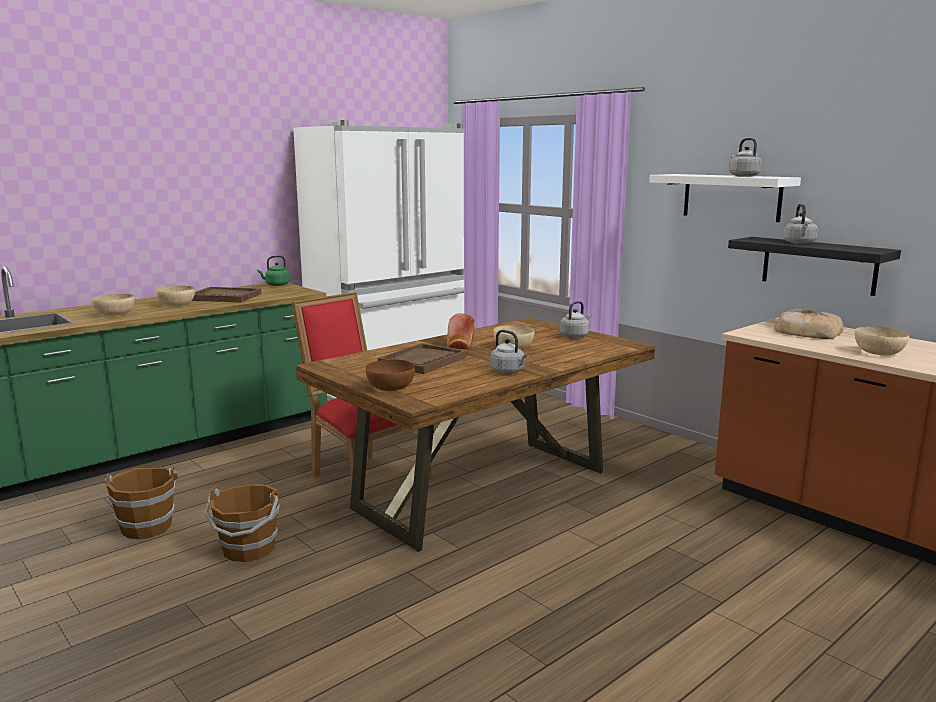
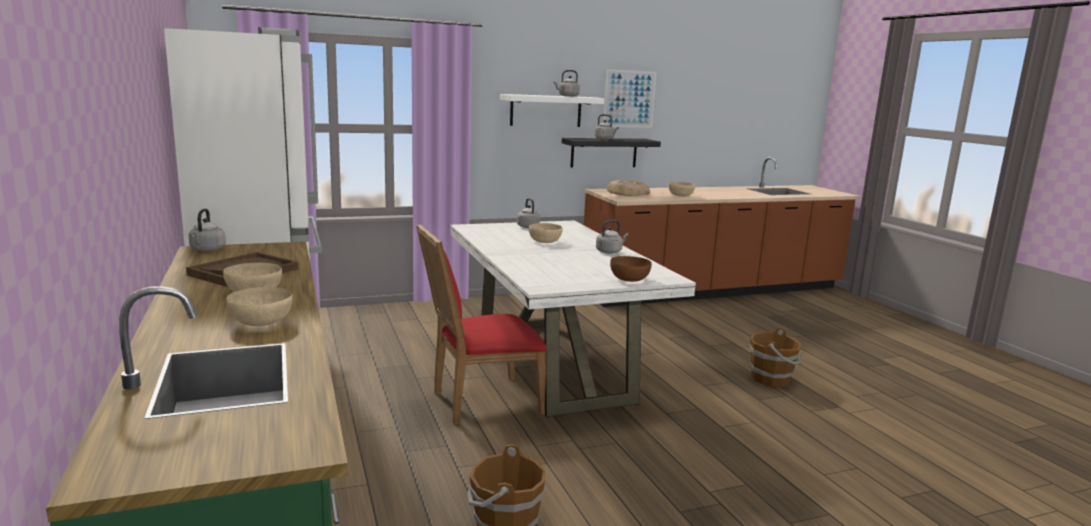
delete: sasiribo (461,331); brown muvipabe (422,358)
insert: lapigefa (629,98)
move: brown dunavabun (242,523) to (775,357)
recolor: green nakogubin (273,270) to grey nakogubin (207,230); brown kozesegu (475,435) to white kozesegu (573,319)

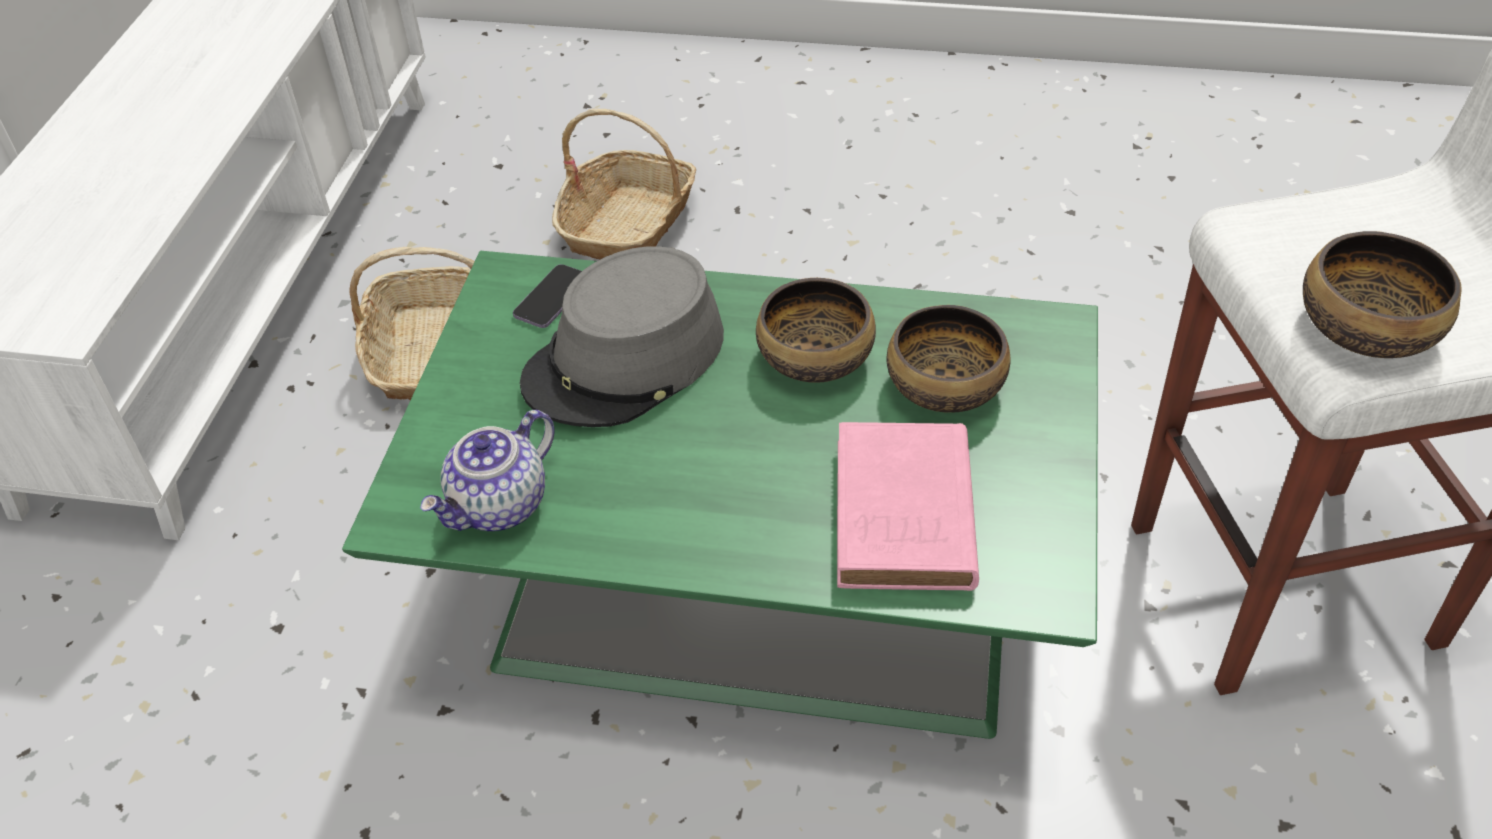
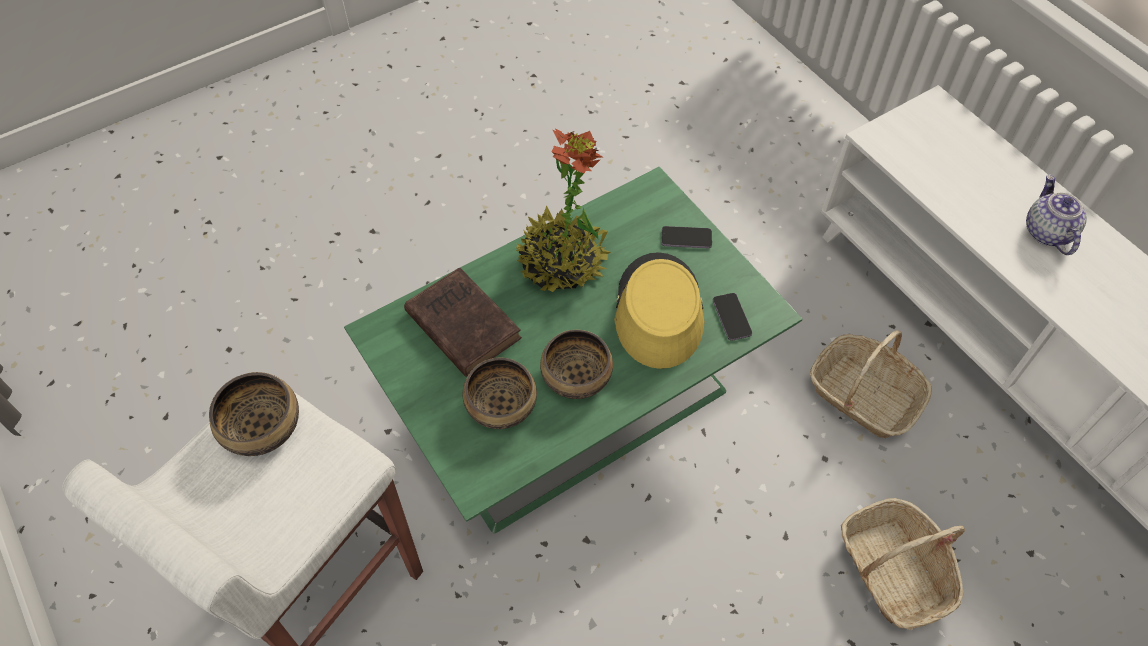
insert: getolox (563,210); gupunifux (686,237)
move: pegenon (487,470) to (1056,215)
recolor: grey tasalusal (622,336) to yellow tasalusal (659,310); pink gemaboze (908,506) to brown gemaboze (463,322)

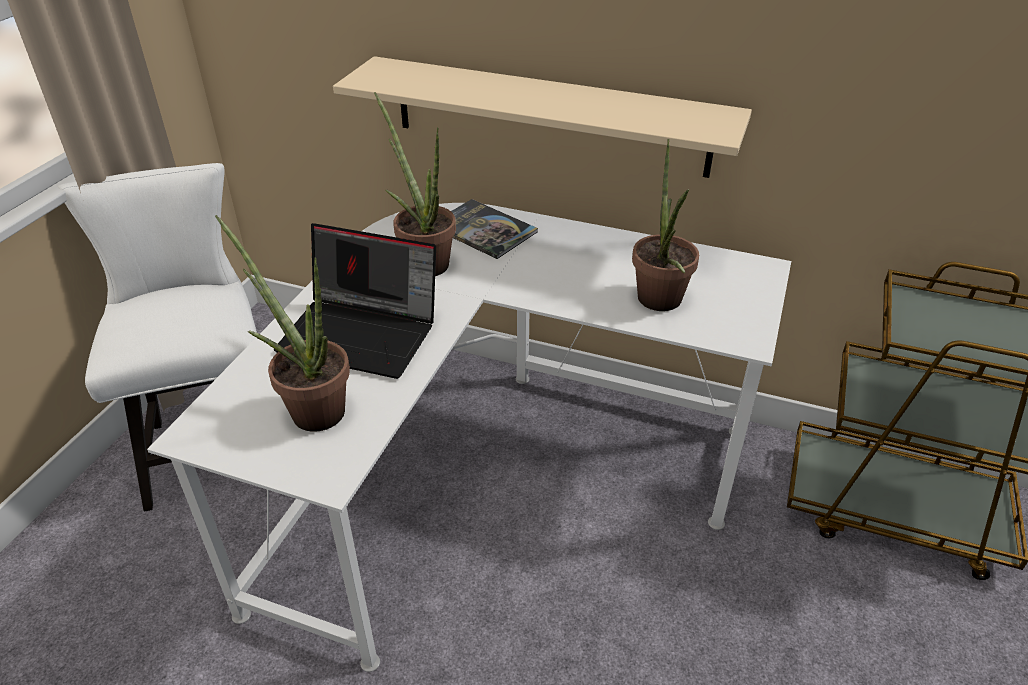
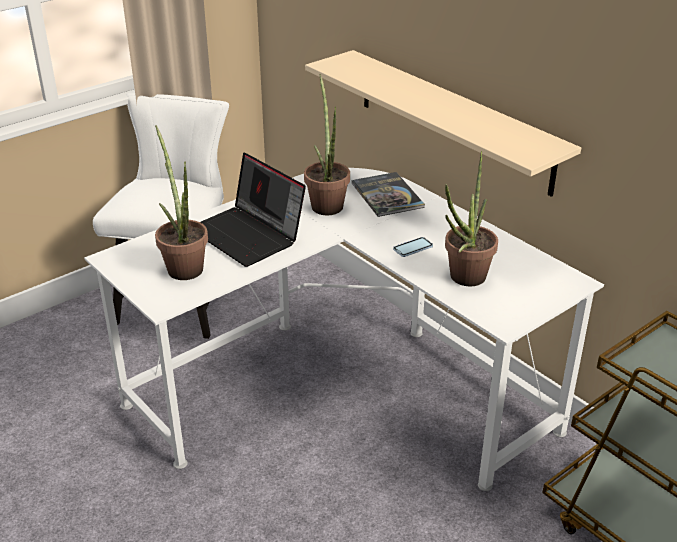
insert: gupunifux (413,247)

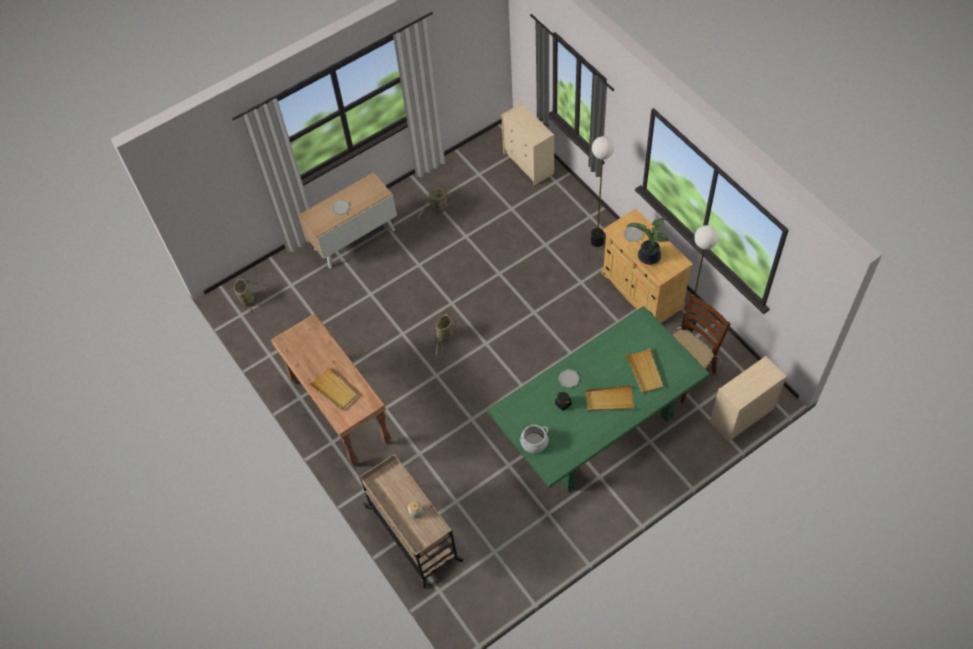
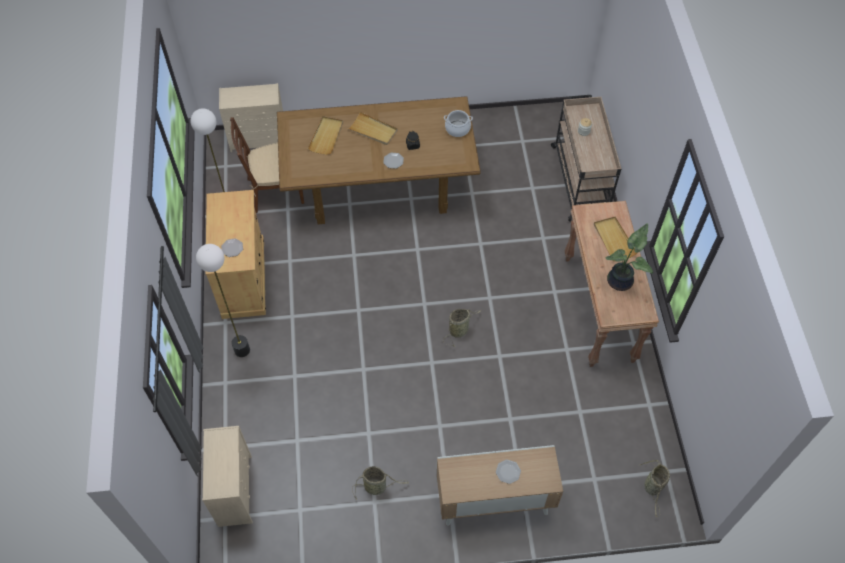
move: getolox (648,241) to (629,257)
recolor: green kozesegu (598,399) to brown kozesegu (379,160)

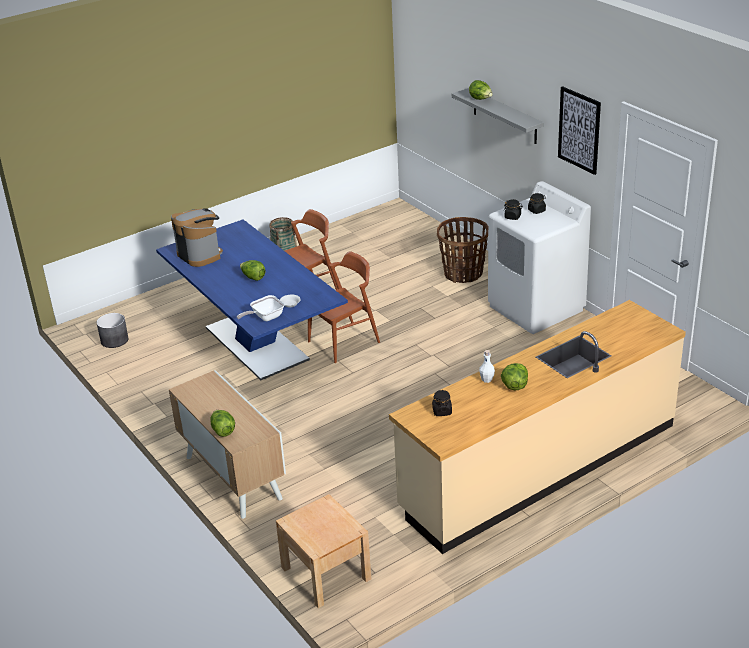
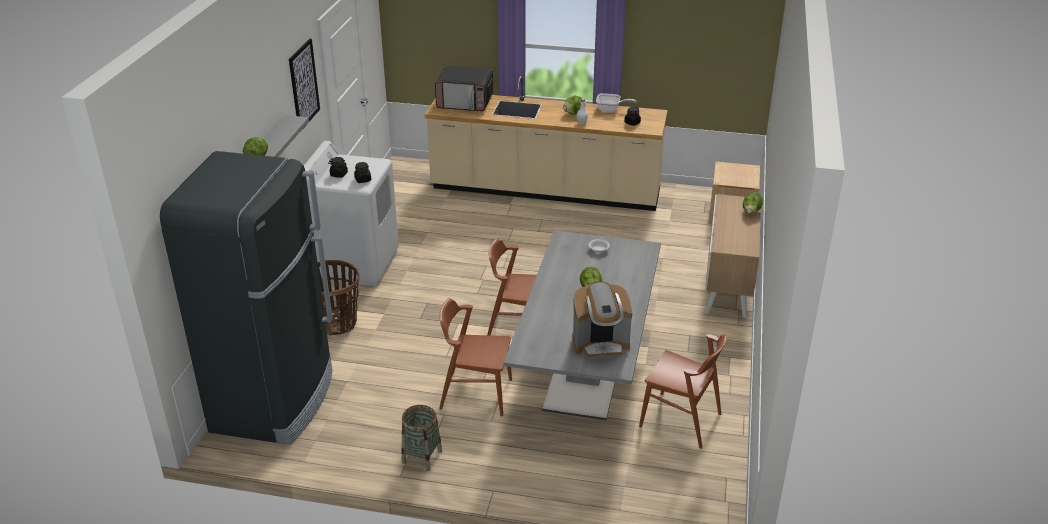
delete: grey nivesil (112,330)
insert: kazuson (464,88); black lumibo (246,298); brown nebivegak (683,391)
move: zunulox (261,308) to (616,102)
recolor: blue kozesegu (252,299) to grey kozesegu (582,325)
rotate: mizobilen (197,237) = (602,320) 105 degrees counterclockwise

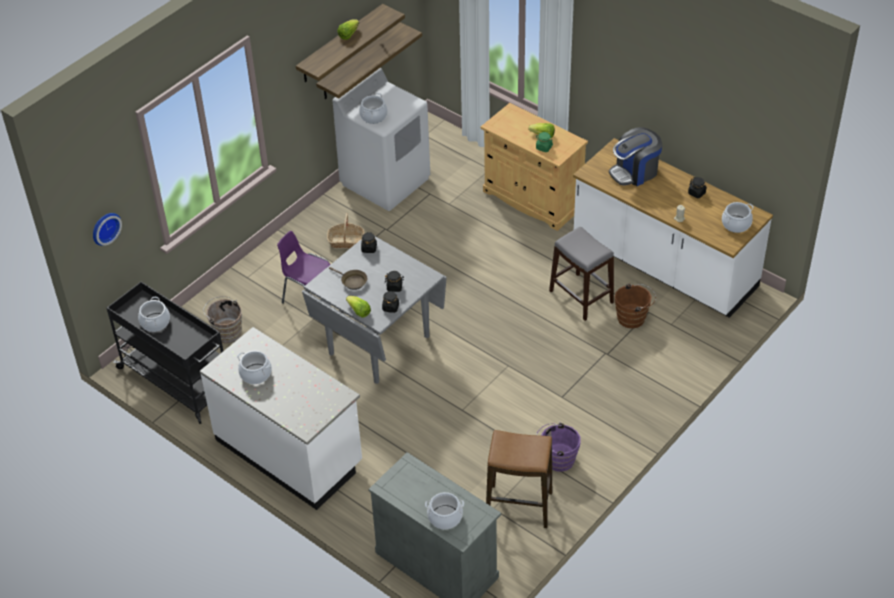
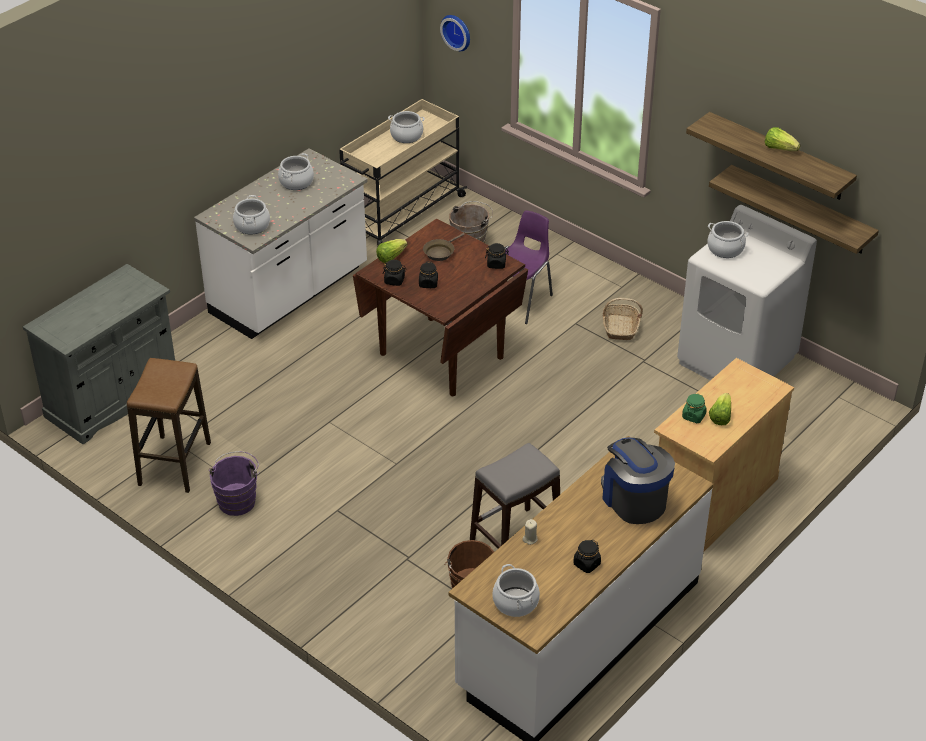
move: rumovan (444,510) to (251,215)
recolor: grey kozesegu (374,310) to brown kozesegu (440,307); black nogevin (165,353) to beige nogevin (403,172)

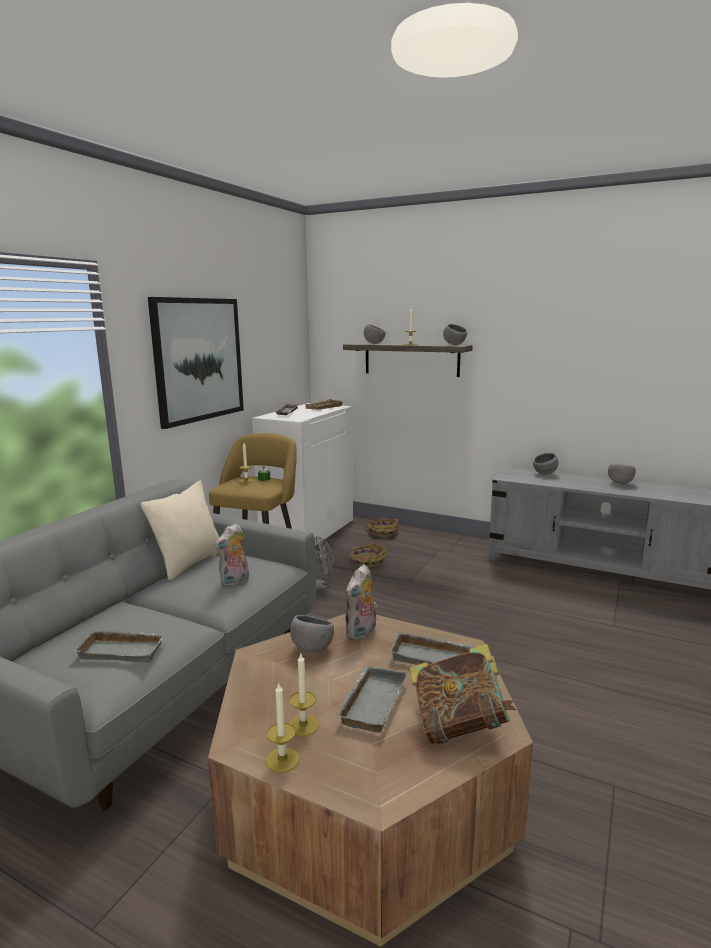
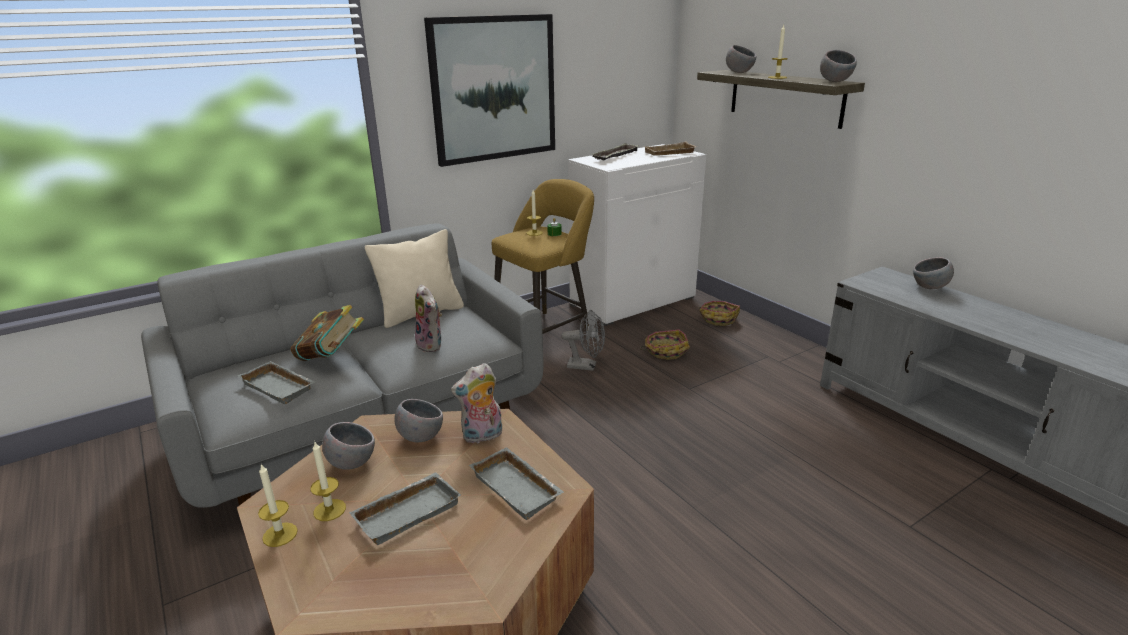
move: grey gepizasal (622,473) to (348,446); gemaboze (463,694) to (327,333)
rotate: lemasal (231,555) = (428,318) 105 degrees counterclockwise

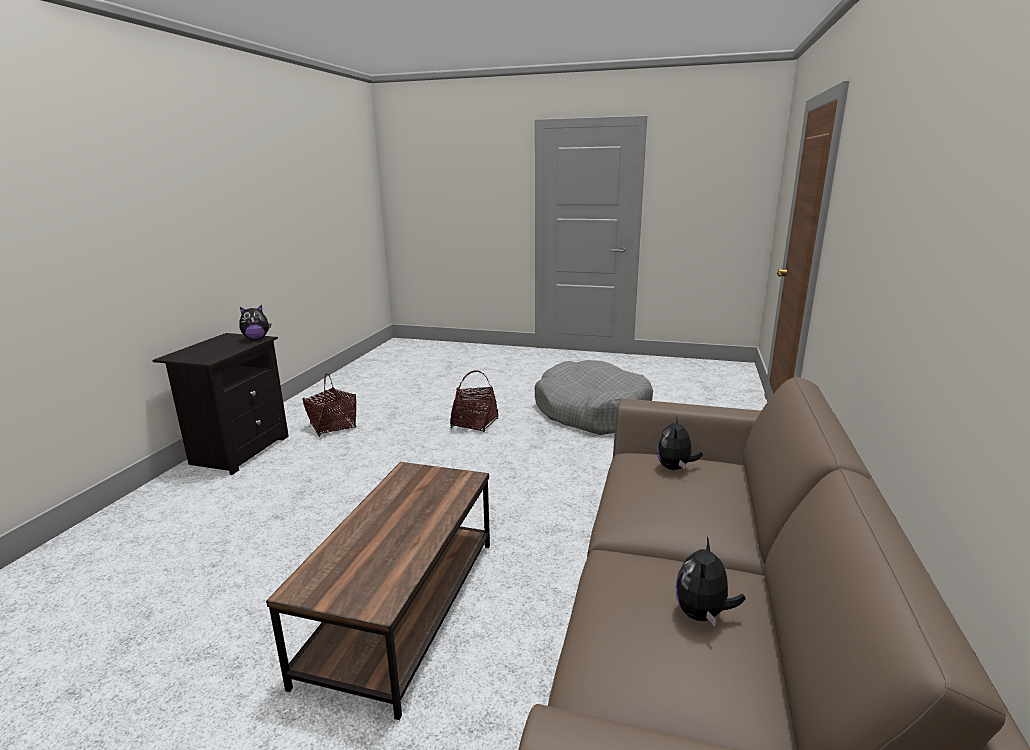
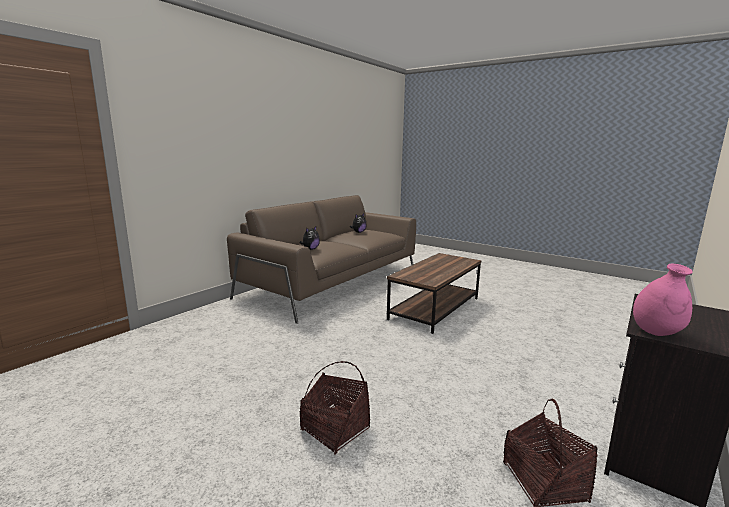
delete: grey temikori (594,397)
replace: lemasal (255,322) to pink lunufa (663,299)

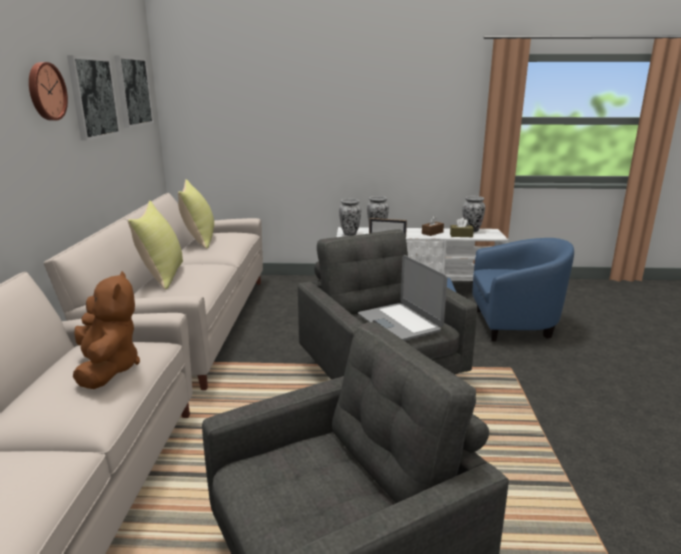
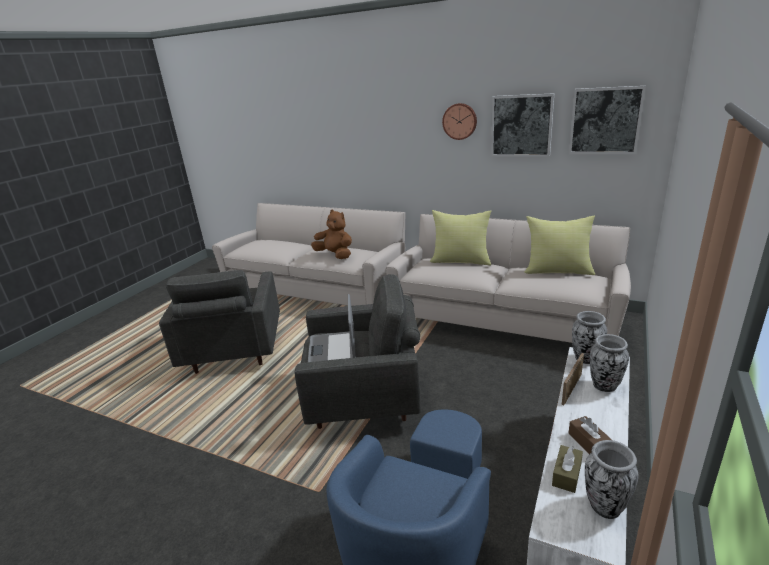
rotate: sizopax (402,298) = (332,328) 90 degrees counterclockwise; brown lemasal (106,330) = (331,234) 150 degrees counterclockwise

